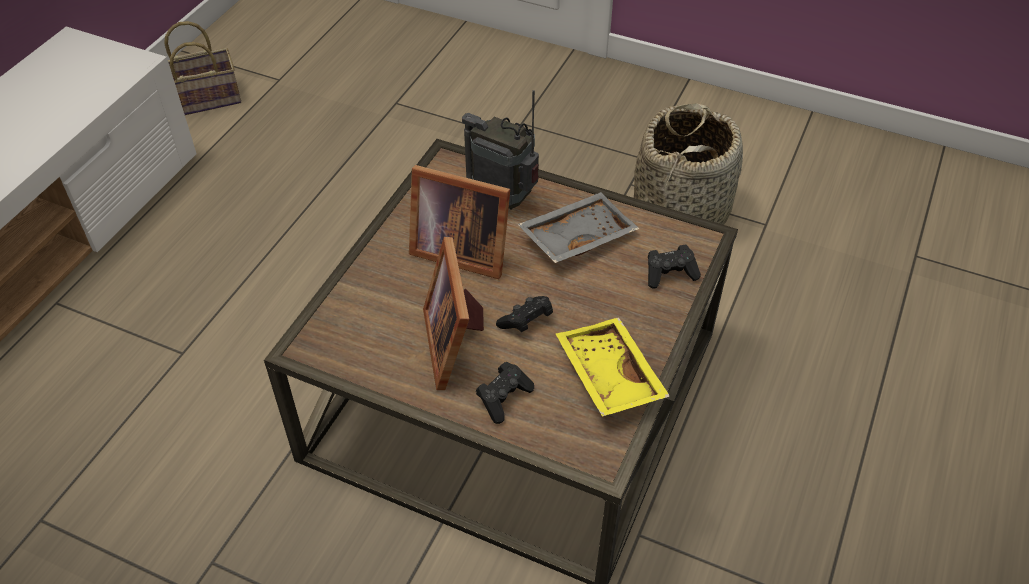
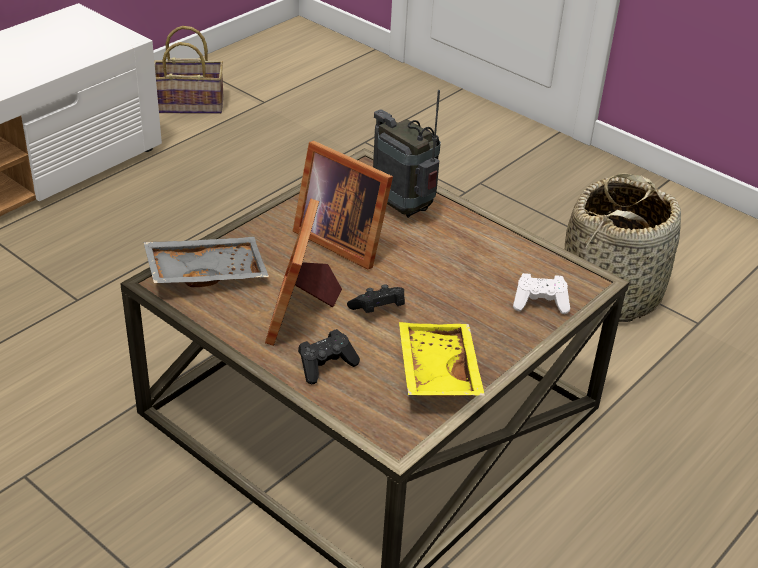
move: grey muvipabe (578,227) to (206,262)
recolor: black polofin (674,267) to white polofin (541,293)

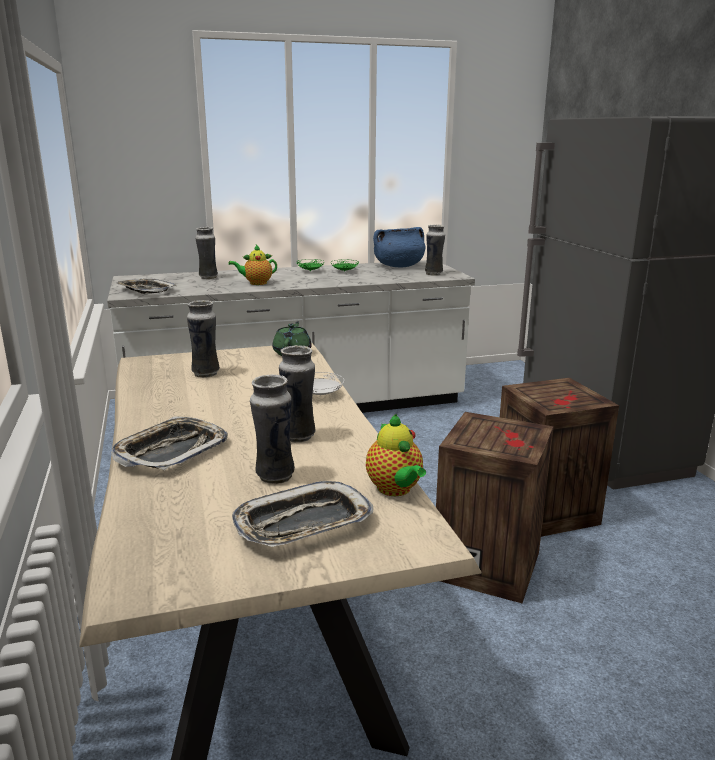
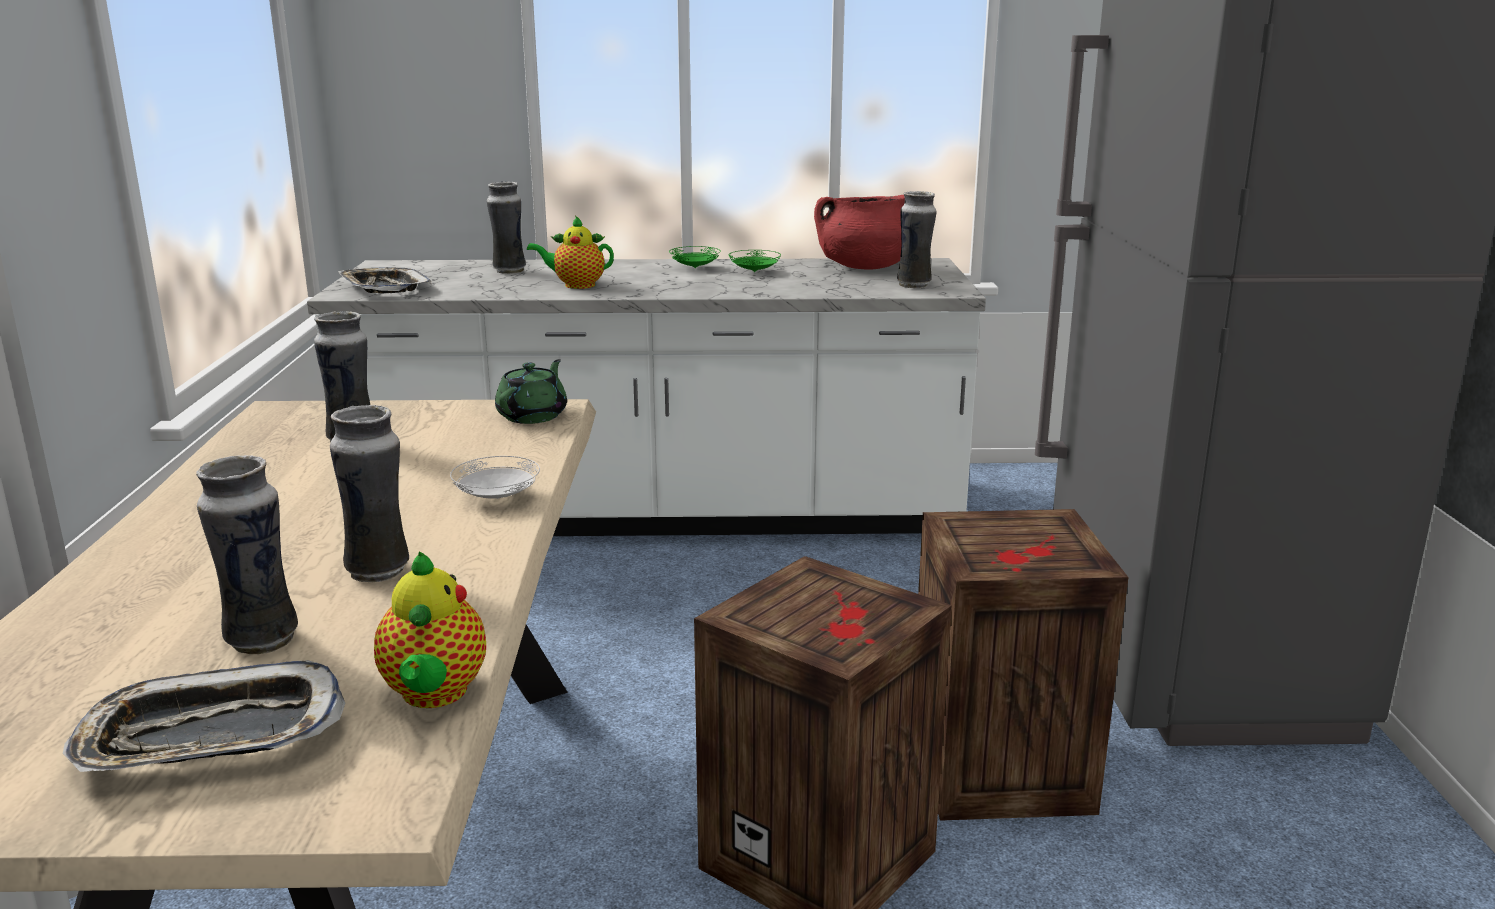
delete: muvipabe (169,443)
recolor: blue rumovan (399,247) to red rumovan (859,232)

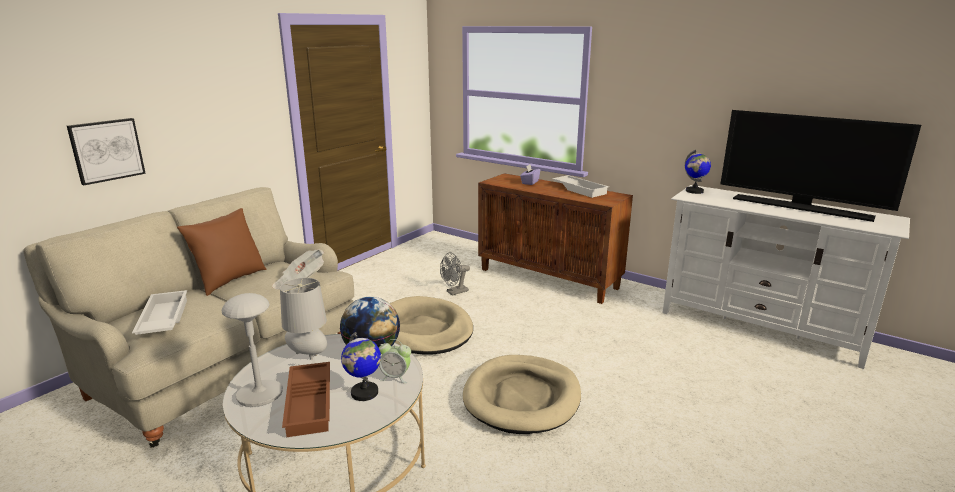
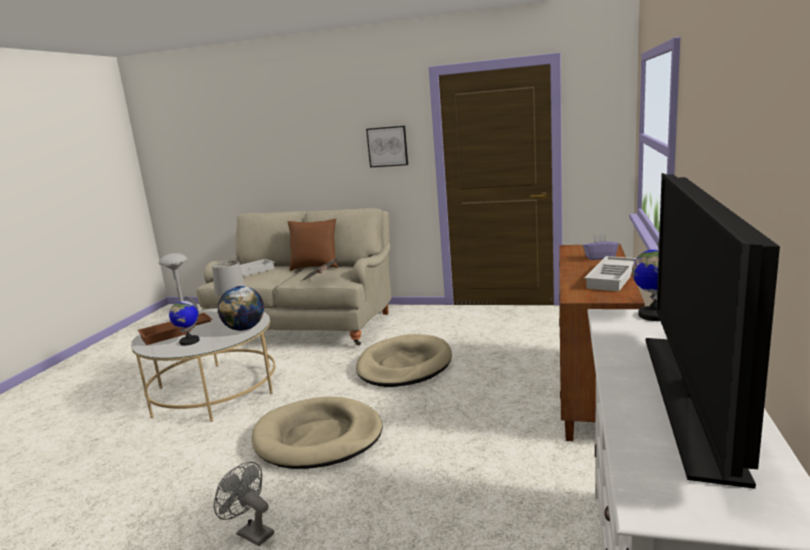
delete: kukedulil (395,361)
move: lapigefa (106,151) to (387,147); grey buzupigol (455,274) to (244,504)

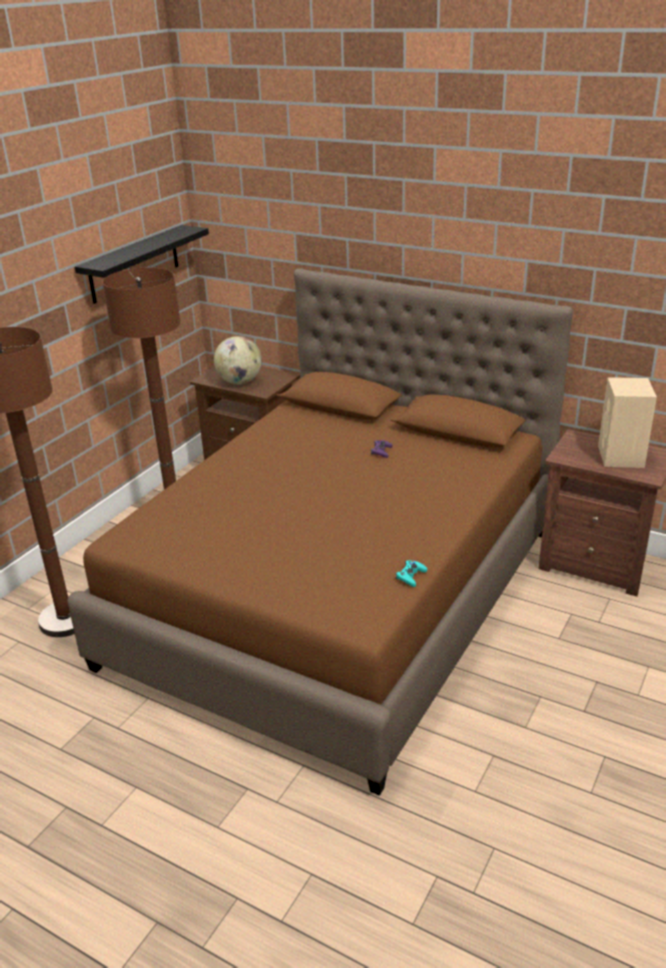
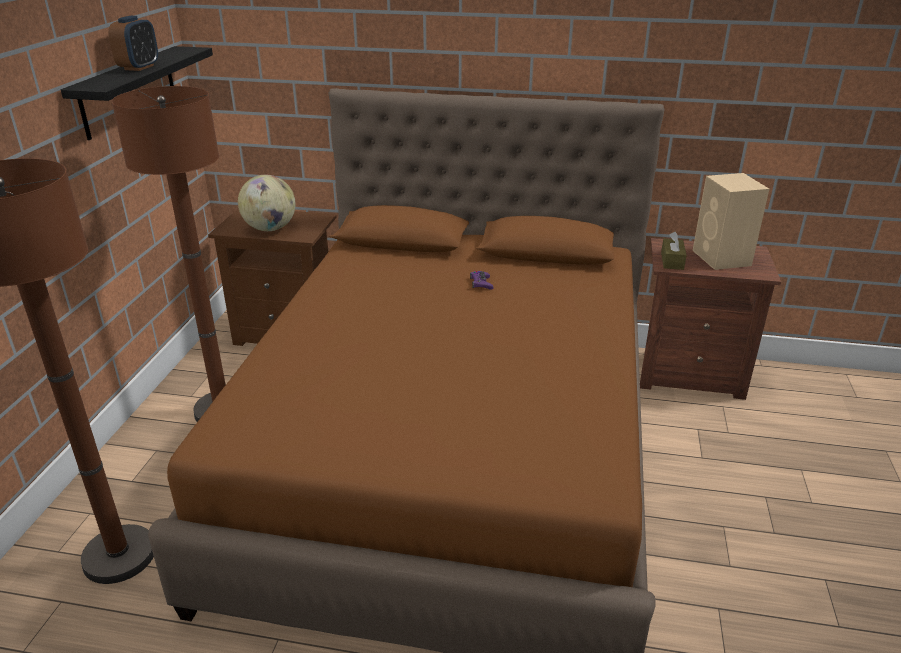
delete: turquoise polofin (411,573)
insert: kukedulil (133,43); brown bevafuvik (674,251)

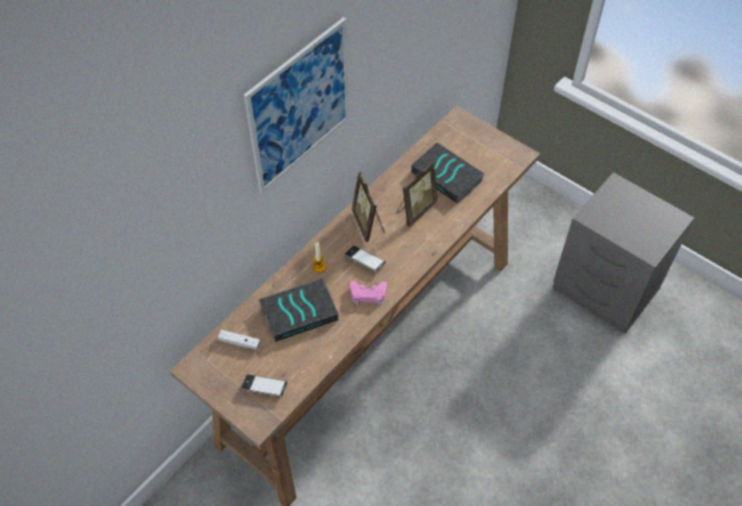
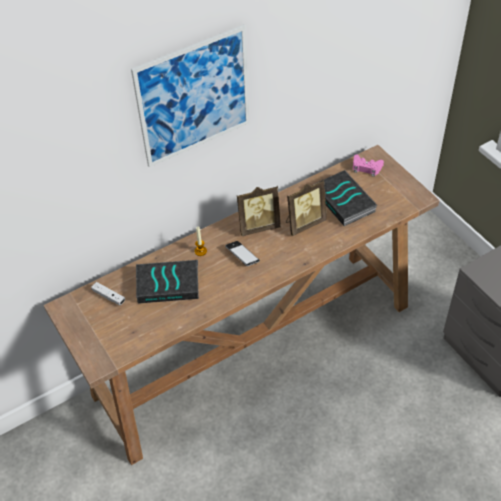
delete: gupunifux (264,385)
move: pink polofin (368,293) to (368,165)
rotate: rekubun (368,207) = (258,211) 105 degrees counterclockwise

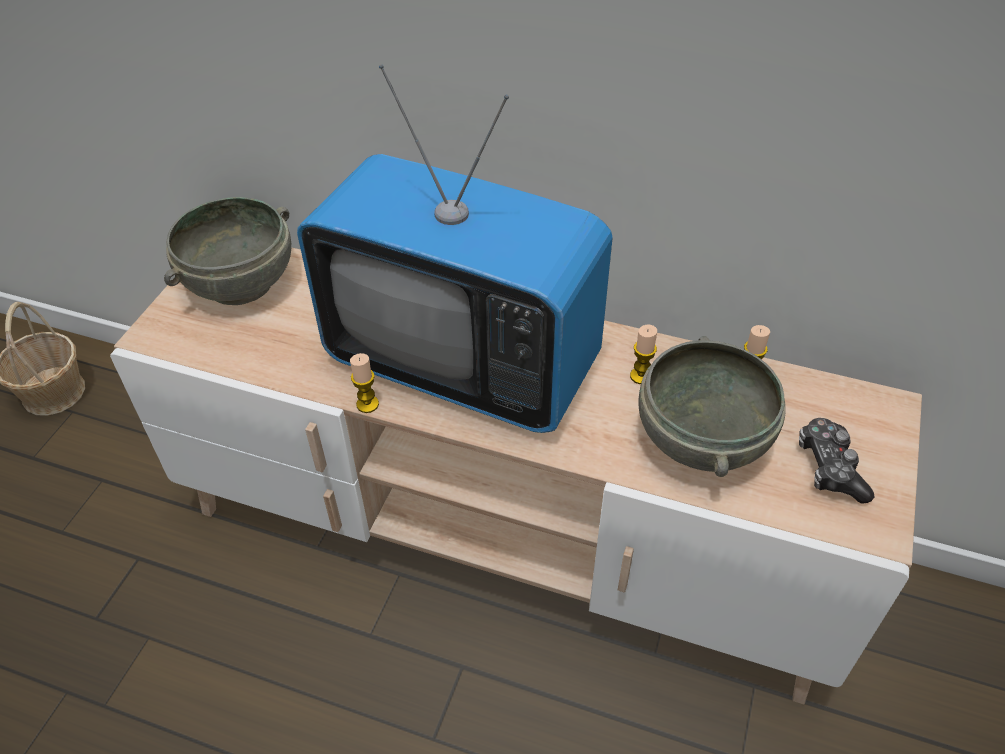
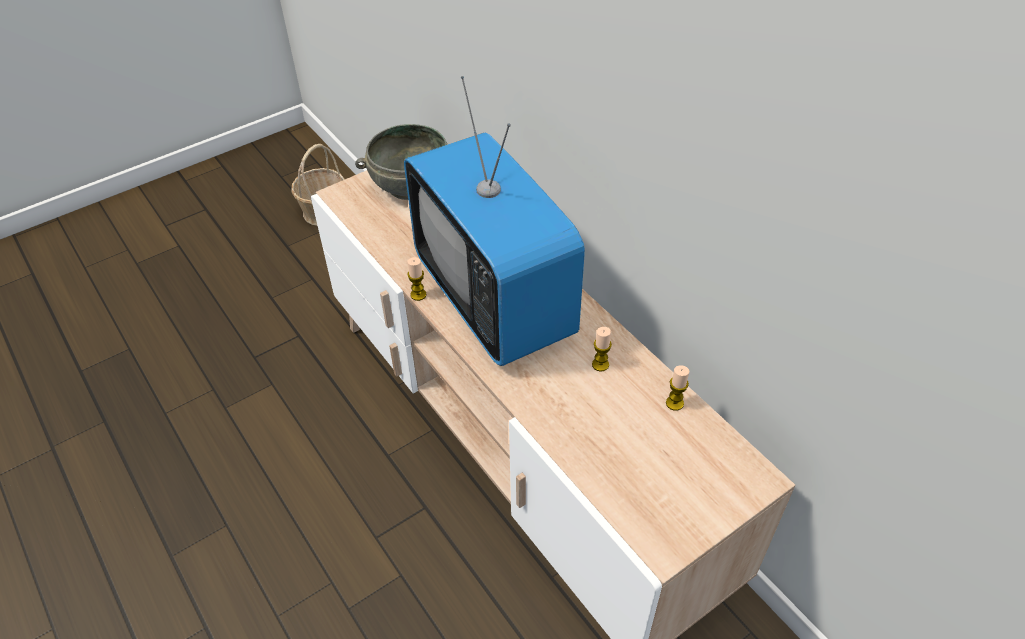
delete: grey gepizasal (712,406); polofin (837,460)

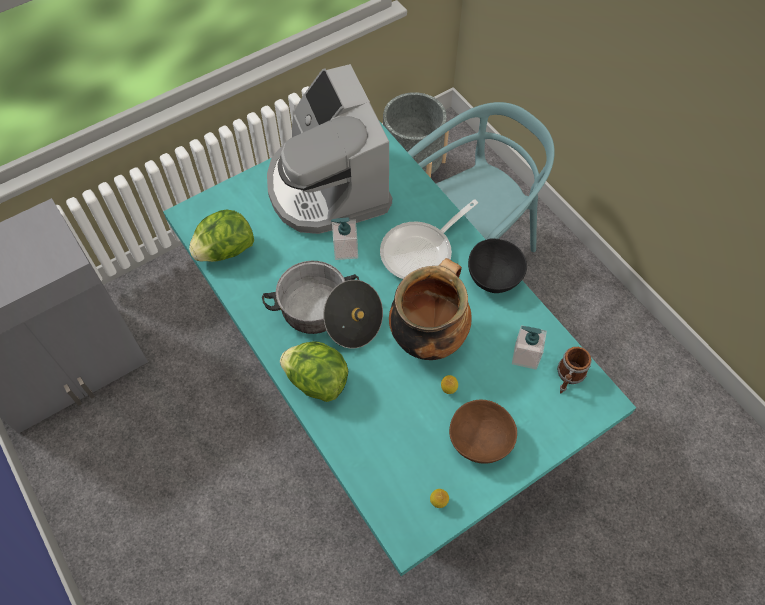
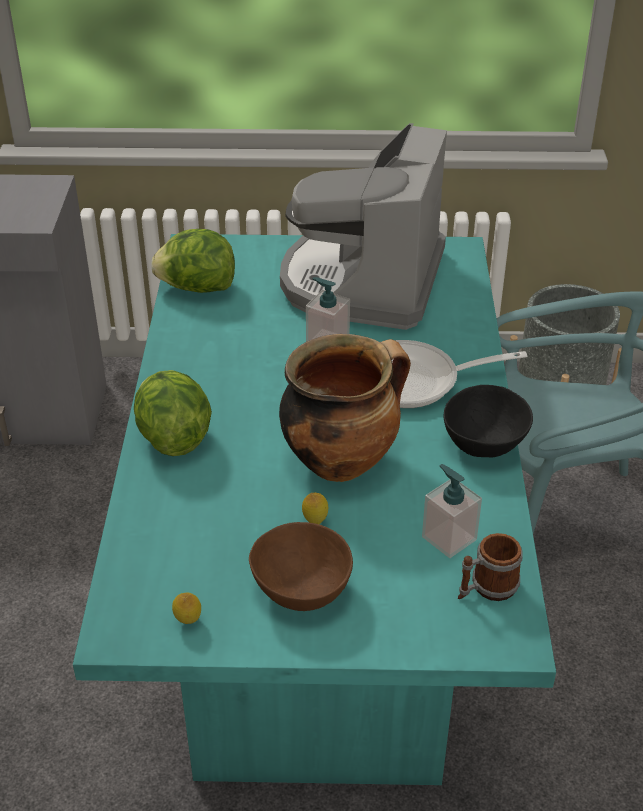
delete: rumovan (322,305)

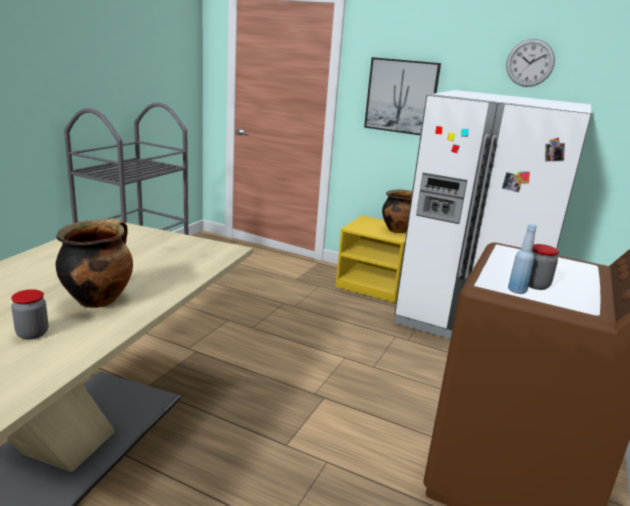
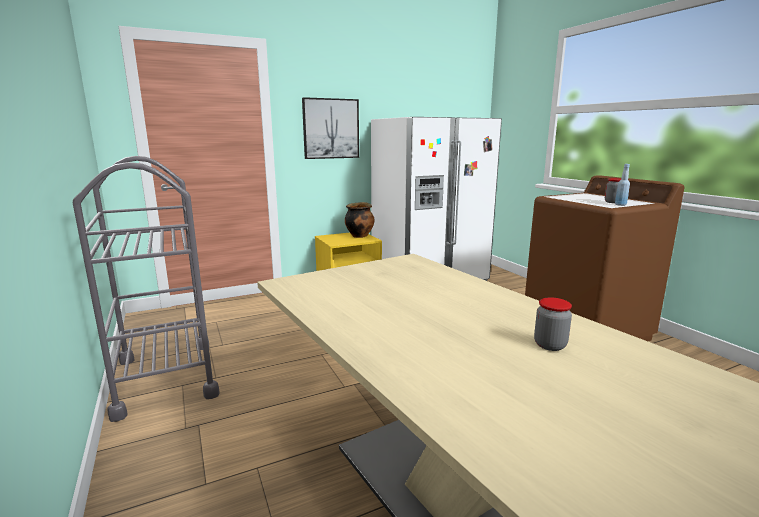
delete: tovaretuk (530,63); rumovan (94,263)

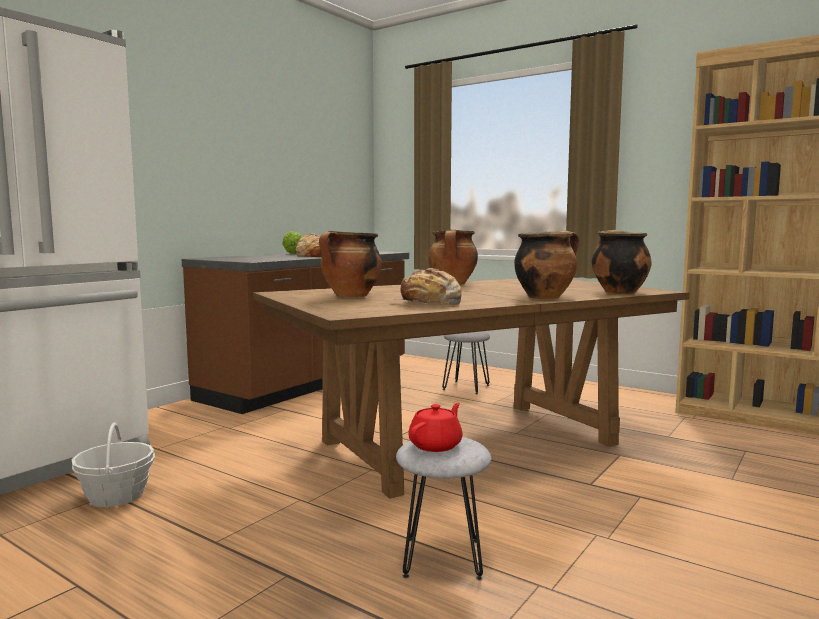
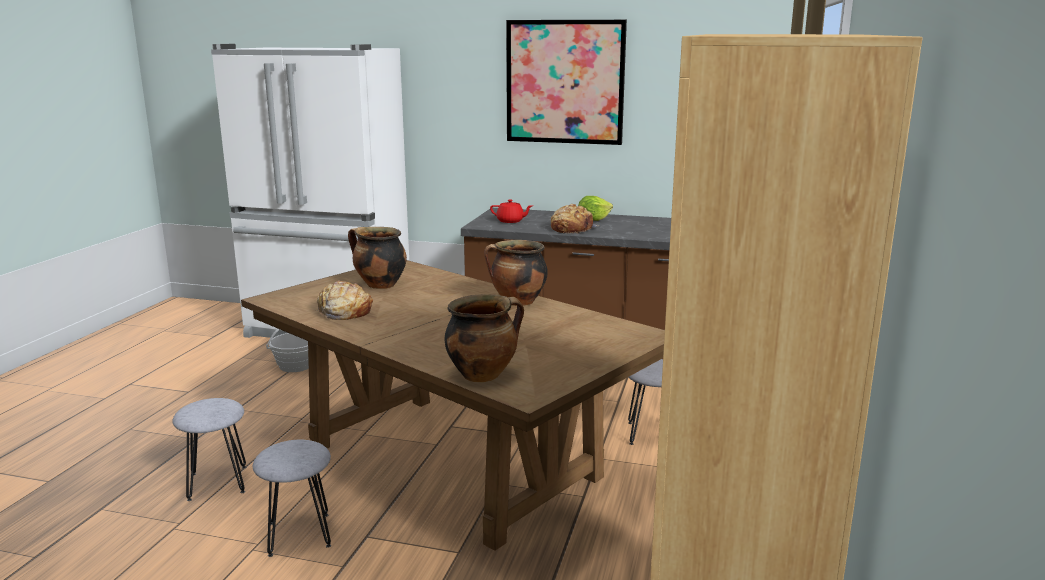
delete: rumovan (546,265)
insert: lapigefa (566,82); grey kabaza (292,498)
move: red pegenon (435,427) to (511,211)

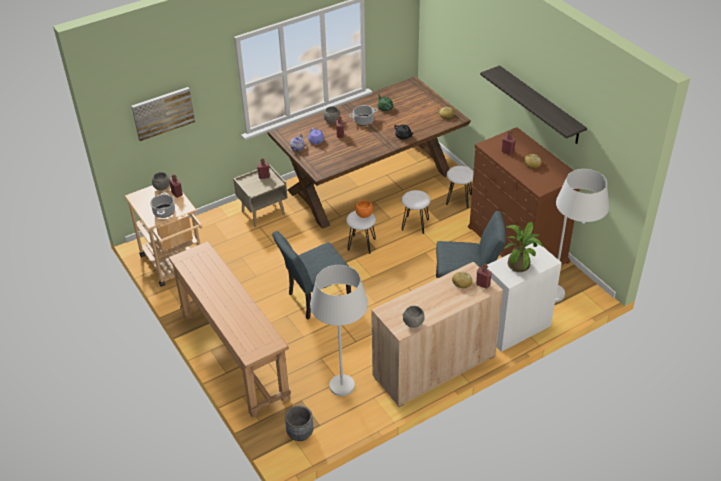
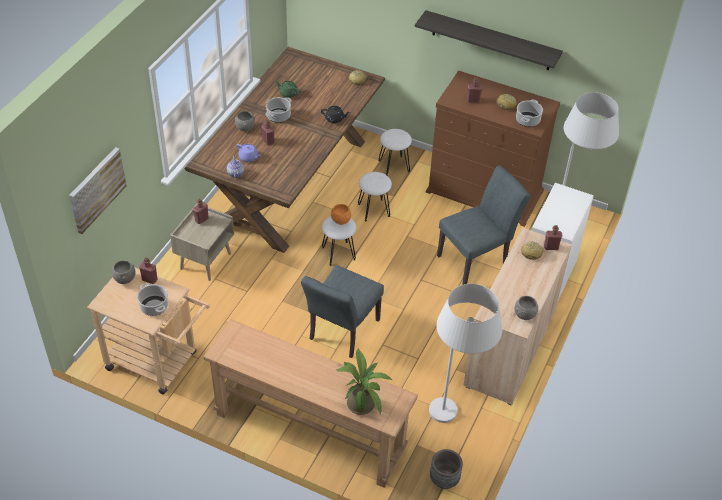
insert: rumovan (529,113)
move: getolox (523,247) to (364,382)

